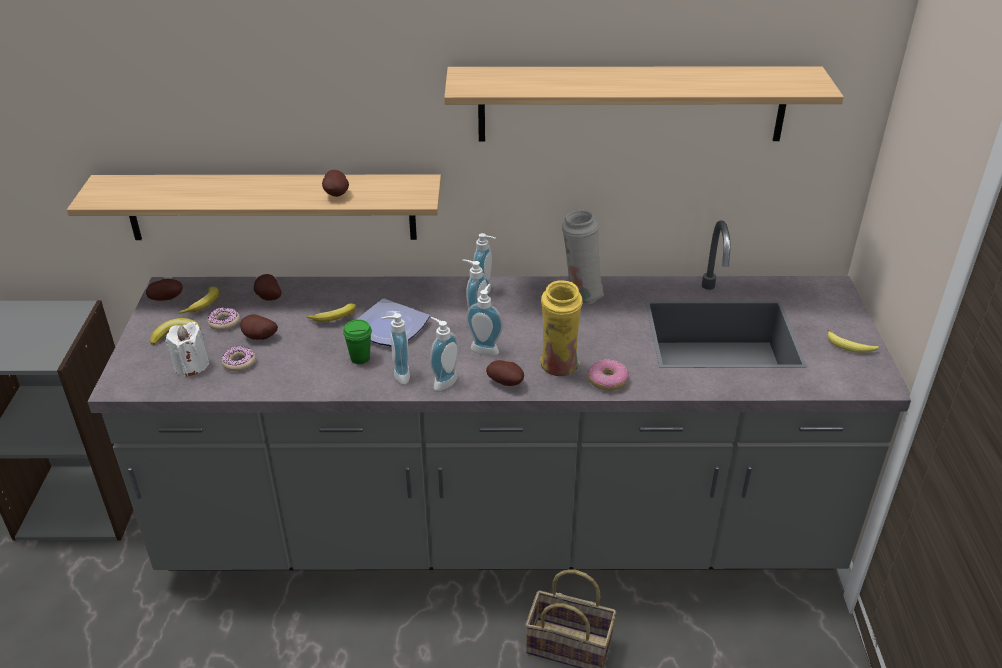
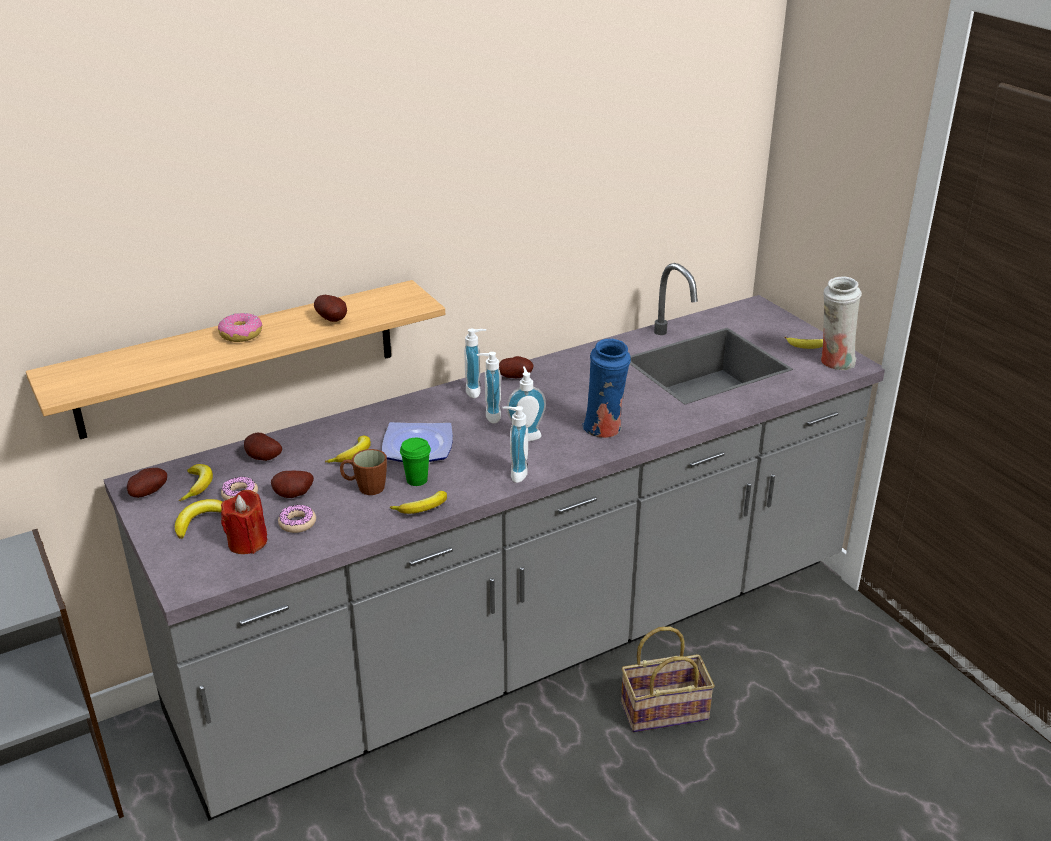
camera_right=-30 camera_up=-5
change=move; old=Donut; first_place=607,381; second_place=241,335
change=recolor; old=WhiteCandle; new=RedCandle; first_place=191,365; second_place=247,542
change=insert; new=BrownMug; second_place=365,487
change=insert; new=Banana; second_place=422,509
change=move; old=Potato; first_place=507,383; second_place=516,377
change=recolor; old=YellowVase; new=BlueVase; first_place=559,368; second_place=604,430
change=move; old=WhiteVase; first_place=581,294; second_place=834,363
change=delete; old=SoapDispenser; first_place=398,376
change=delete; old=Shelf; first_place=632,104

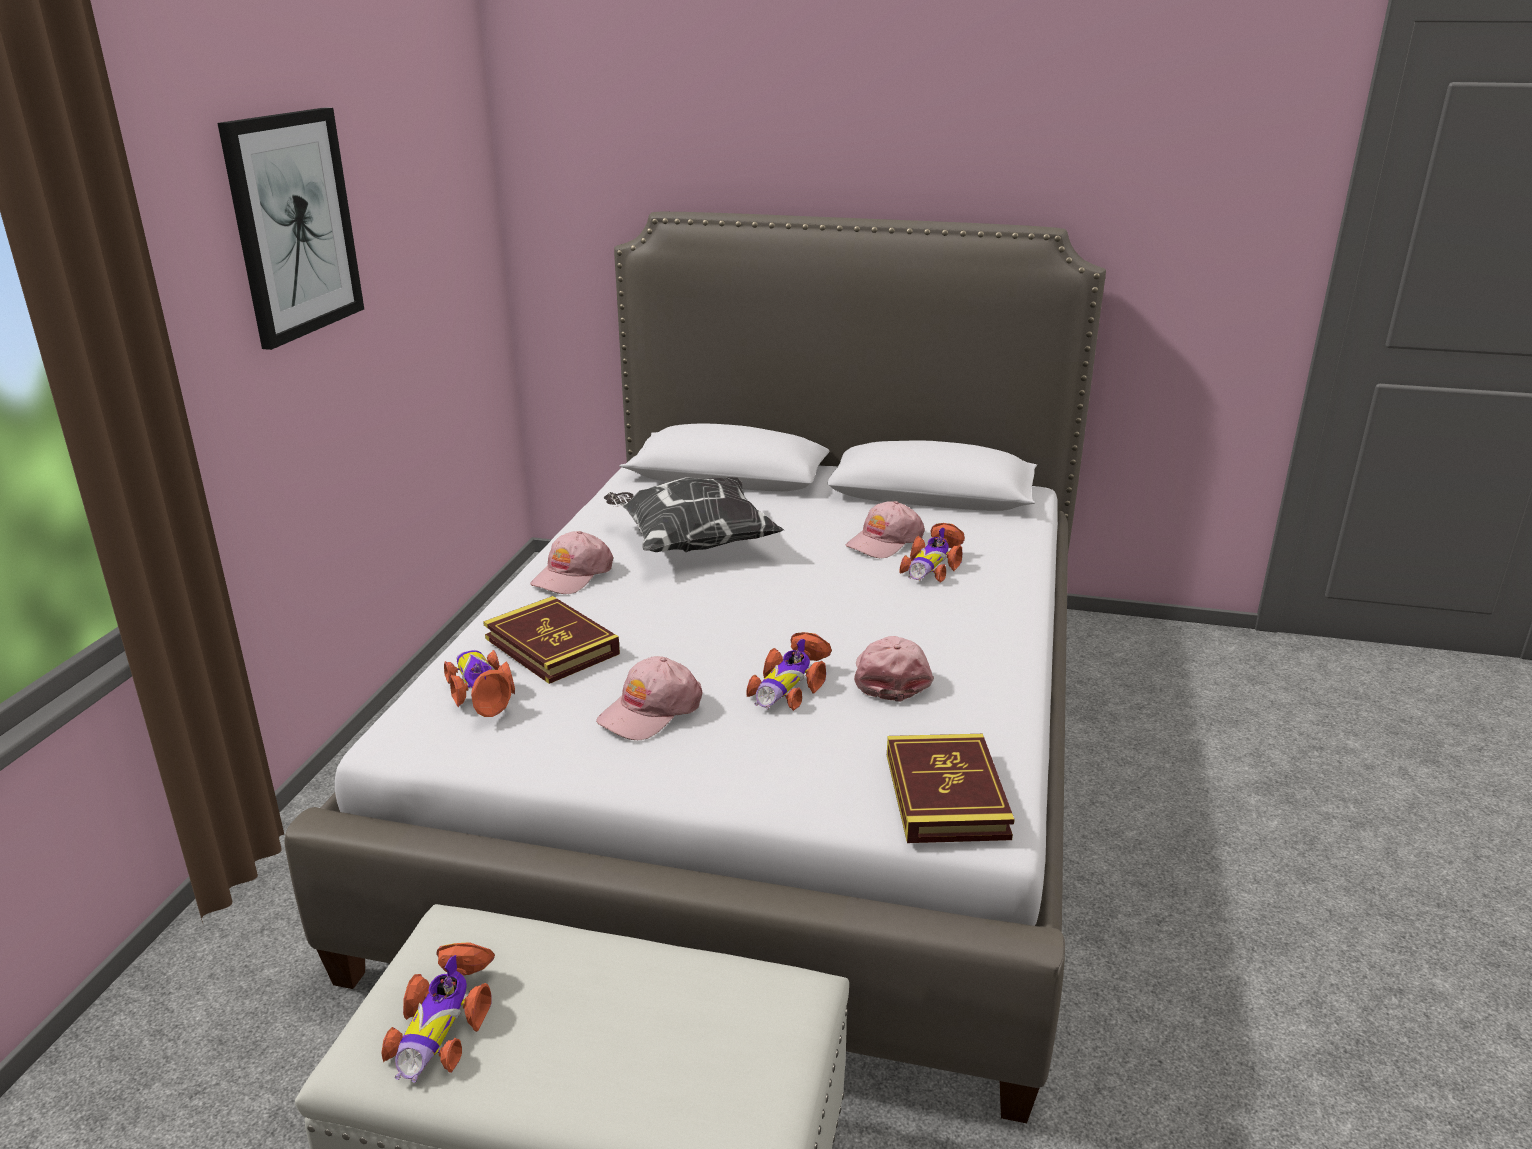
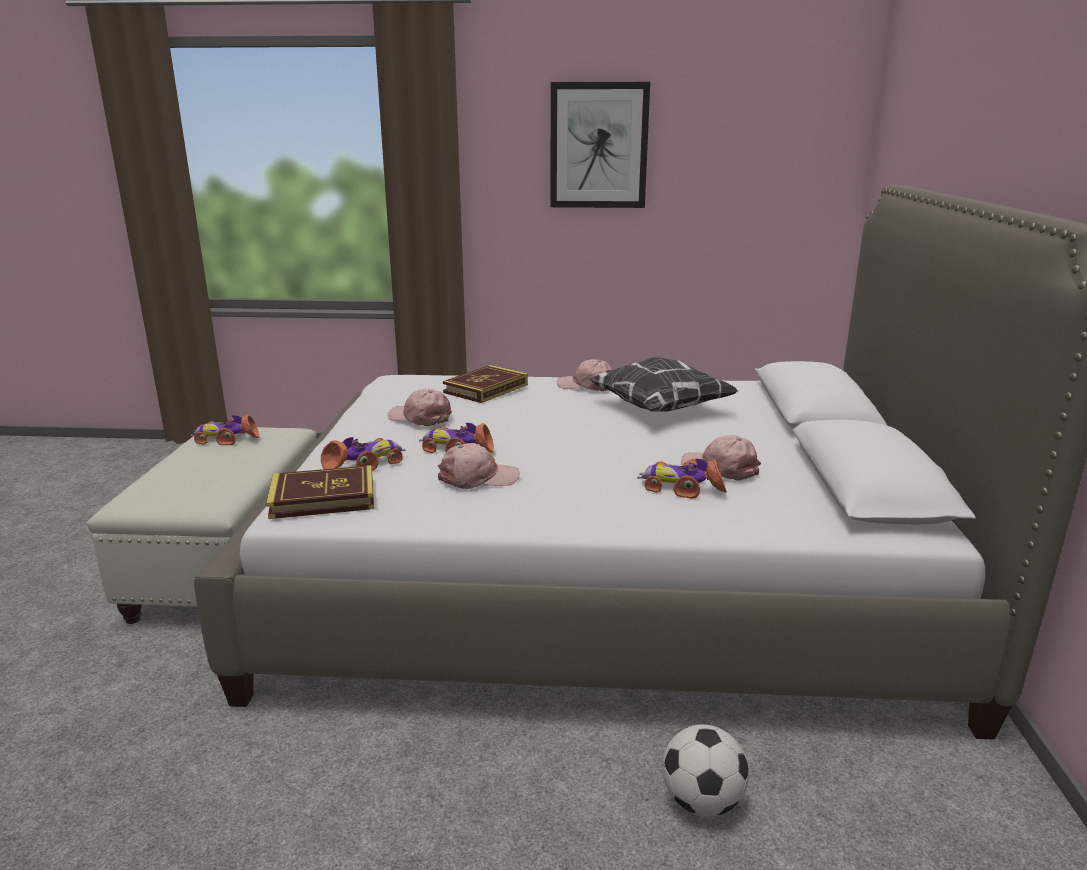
camera_right=80 camera_up=-5
change=move; old=ToyCar; first_place=481,691; second_place=365,463
change=insert; new=Football; second_place=701,801

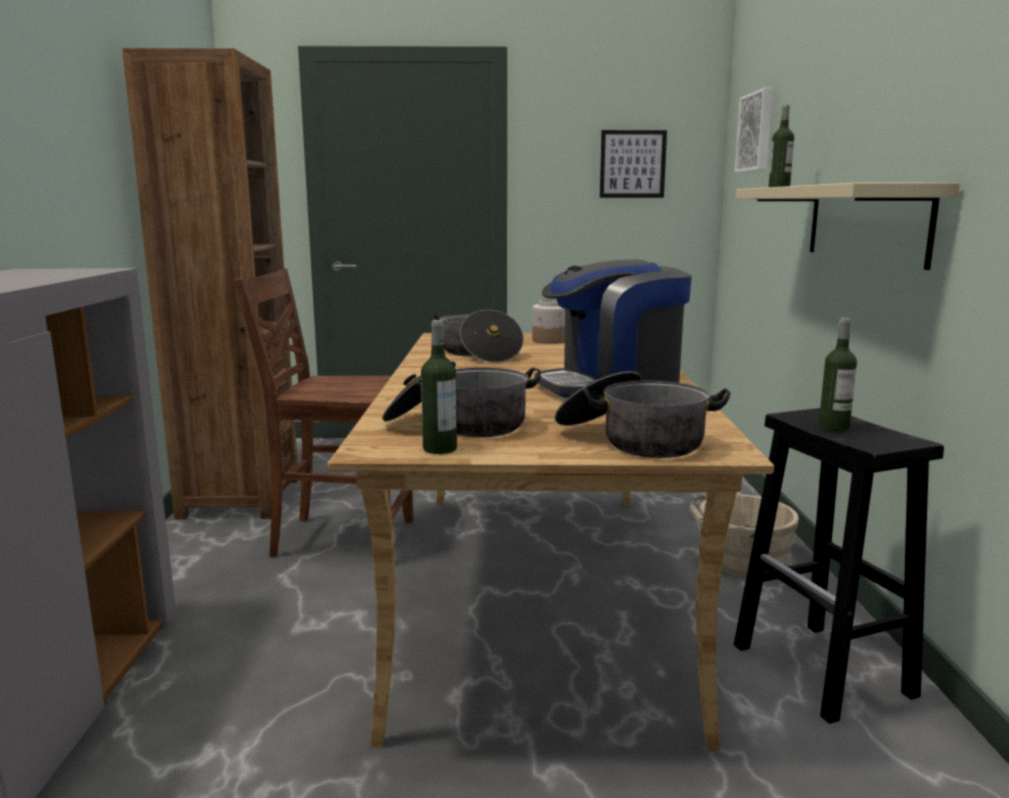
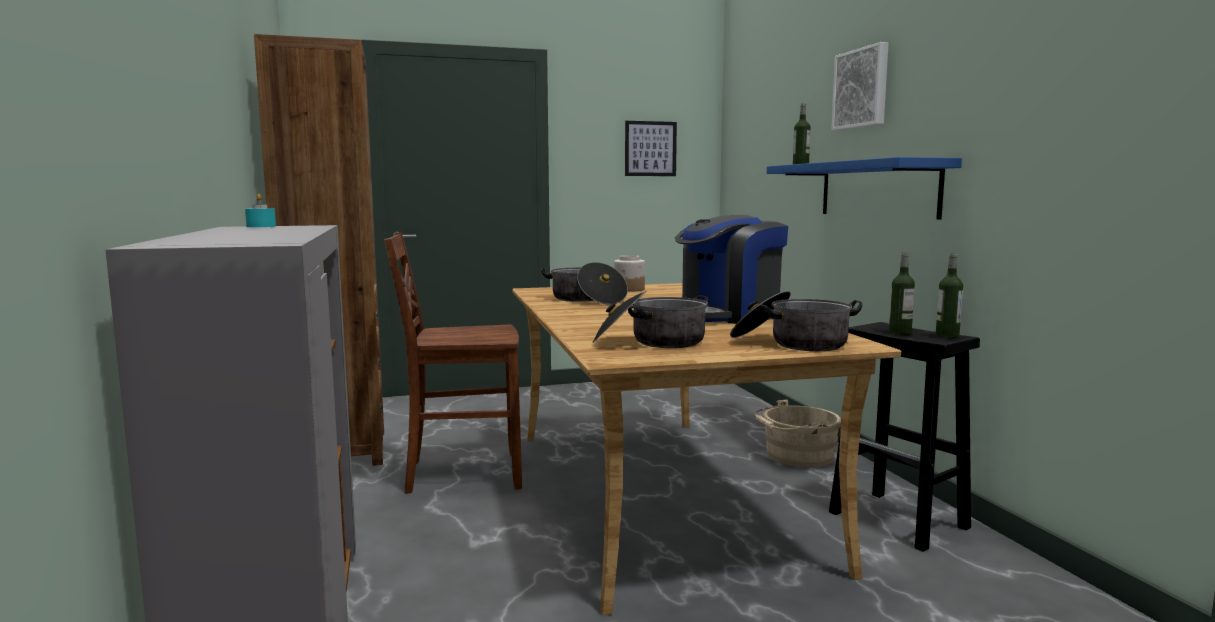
camera_right=-15 camera_up=-5
change=insert; new=TurquoiseCandle; second_place=261,226
change=recolor; old=BeigeShelf; new=BlueShelf; first_place=865,223; second_place=877,189
change=move; old=Picture; first_place=757,132; second_place=862,88
change=move; old=Bottle; first_place=440,449; second_place=947,336

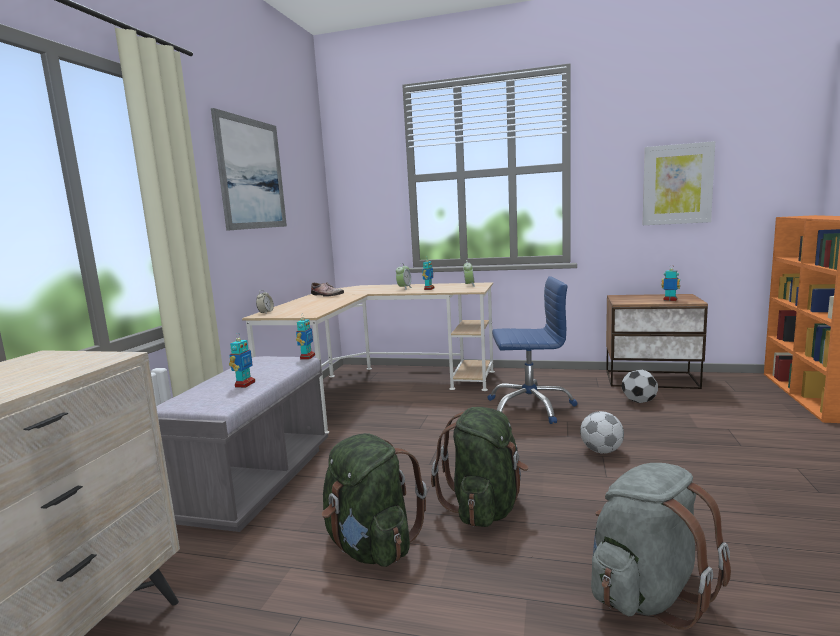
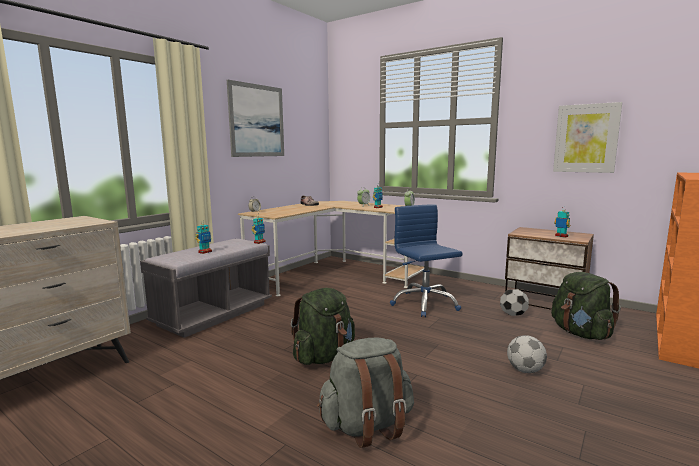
camera_right=20 camera_up=0
change=rotate; old=BlueOfficeChair; first_place=530,407; second_place=424,303; degrees=-135
change=move; old=Football; first_place=601,451; second_place=525,370
change=move; old=GreenBackpack; first_place=371,546; second_place=581,333

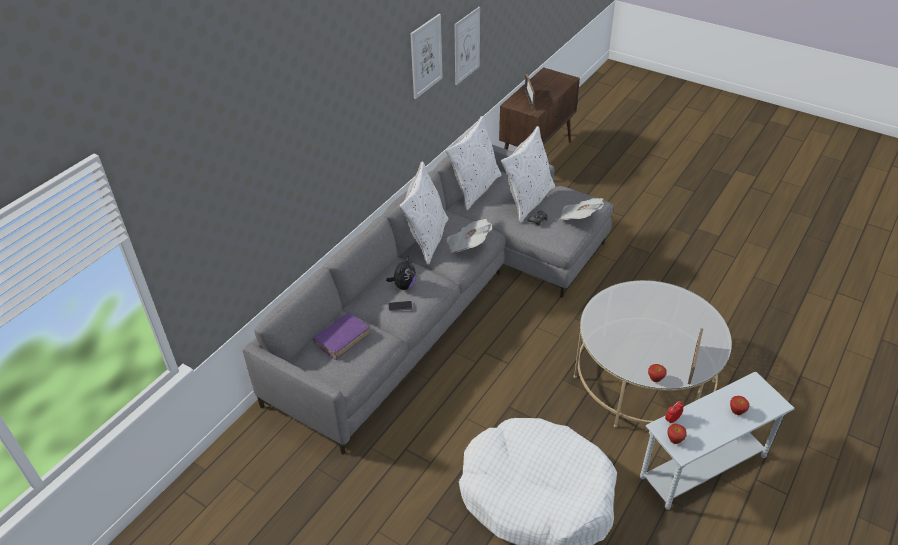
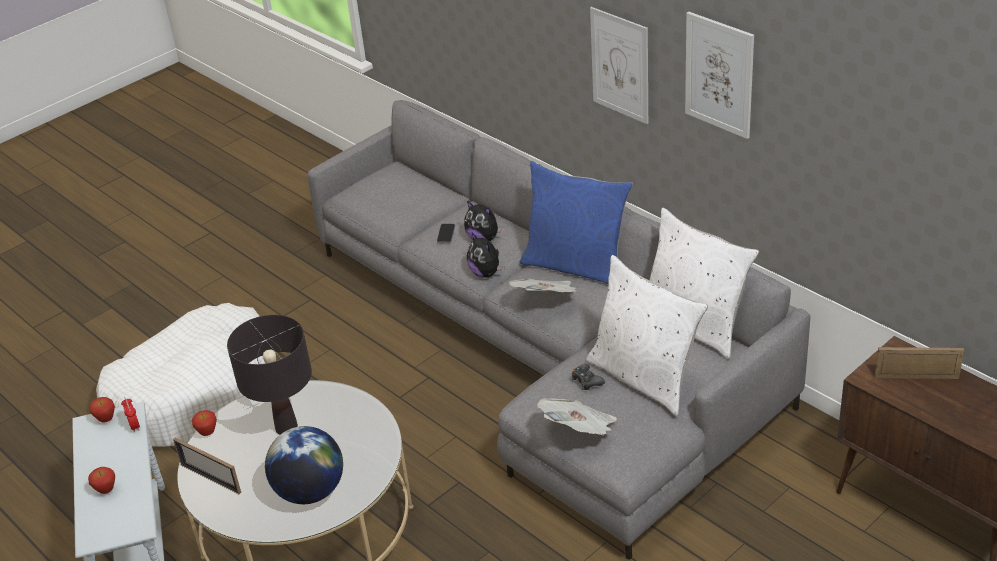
camera_right=105 camera_up=-5
change=insert; new=BlackTableLamp; second_place=286,428
change=insert; new=Globe; second_place=310,491
change=insert; new=PlushToy; second_place=486,273
change=recolor; old=WhitePillow; new=BluePillow; first_place=426,239; second_place=576,265
change=move; old=Picture; first_place=467,46; second_place=620,65
change=delete; old=PurpleBook; first_place=342,339

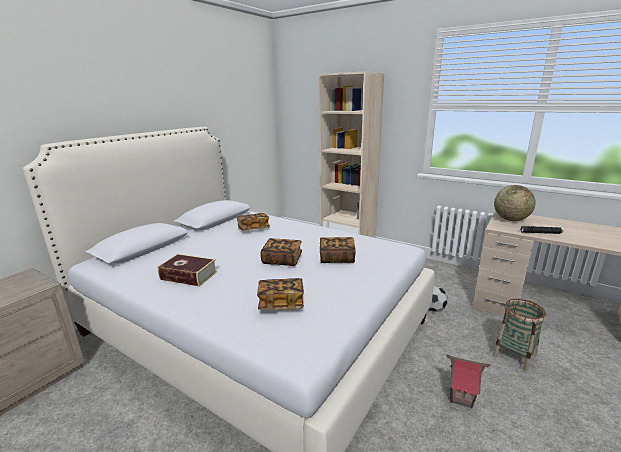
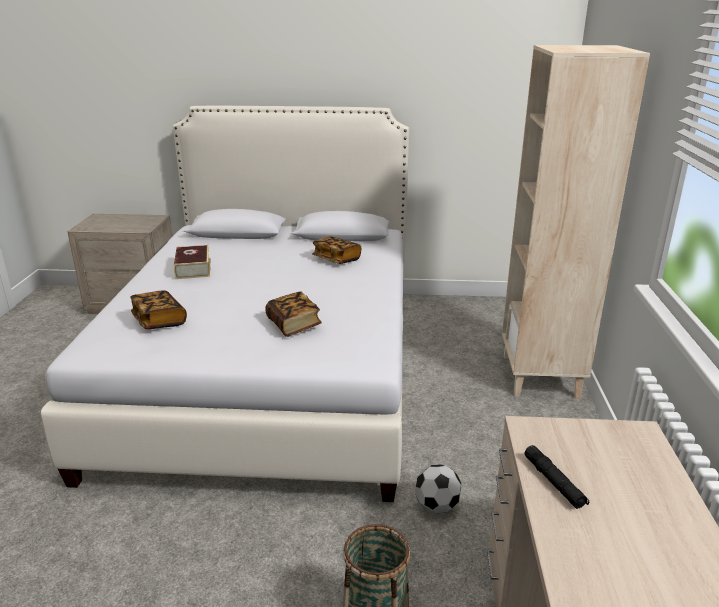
camera_right=60 camera_up=5
change=delete; old=Book; first_place=282,260
change=delete; old=ToyHouse; first_place=461,398
change=delete; old=Globe; first_place=510,219

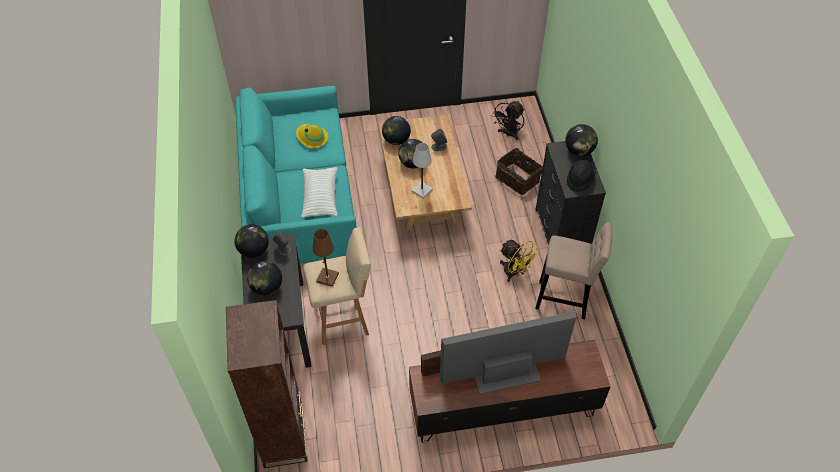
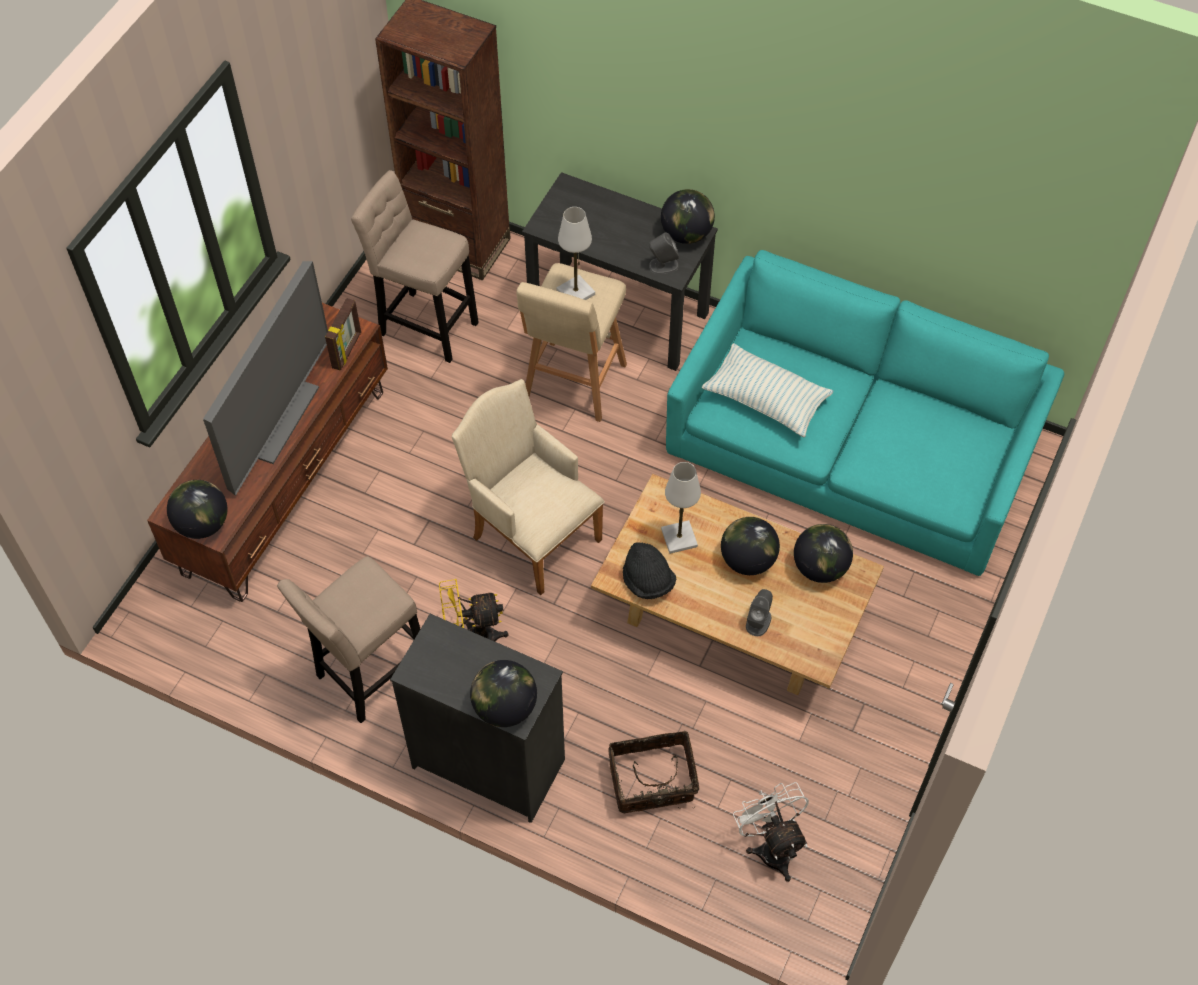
camera_right=125 camera_up=5
change=move; old=Globe; first_place=267,287; second_place=203,524
change=insert; new=BeigeStool; second_place=424,325
change=insert; new=BeigeArmchair; second_place=531,533
change=recolor; old=BrownTableLamp; new=WhiteTableLamp; first_place=327,278; second_place=575,292
change=move; old=BlackHat; first_place=579,180; second_place=648,581
change=recolor; old=BlackFan; new=WhiteFan; first_place=508,134; second_place=771,846
change=delete; old=YellowHat; first_place=312,138

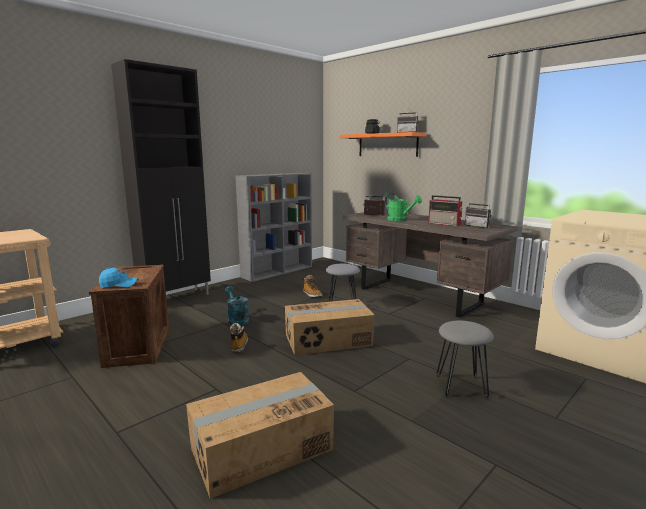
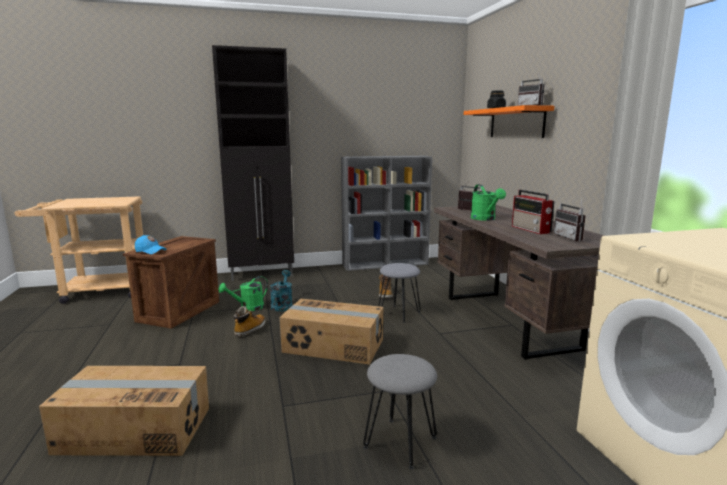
camera_right=30 camera_up=0
change=insert; new=GreenWateringCan; second_place=248,308

